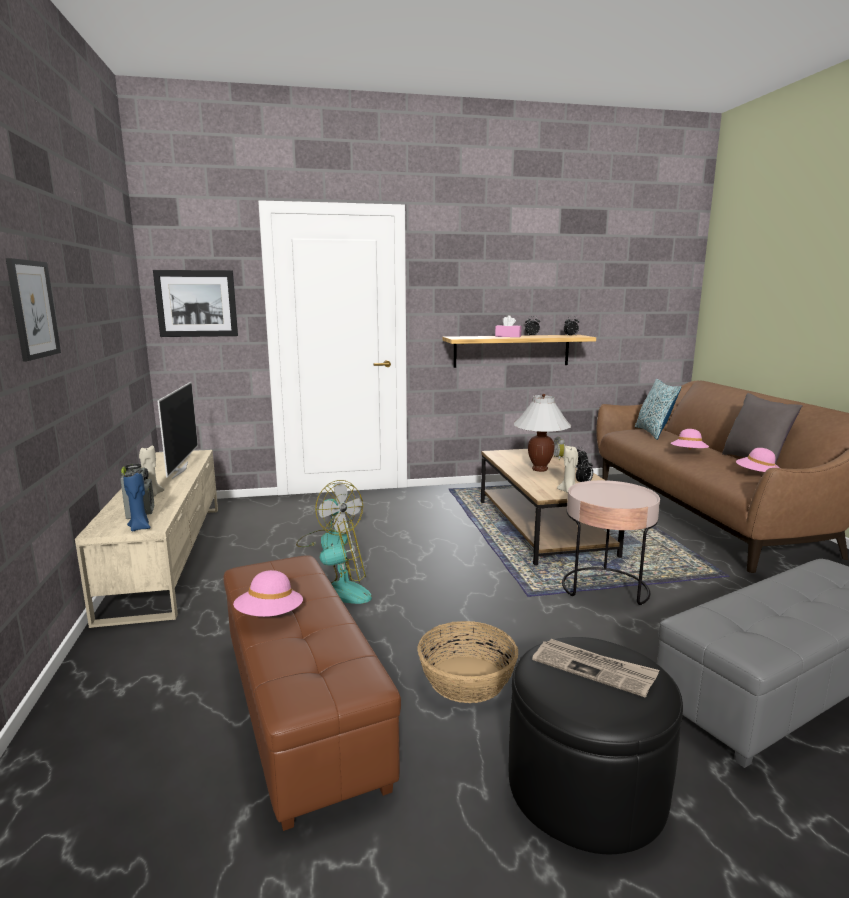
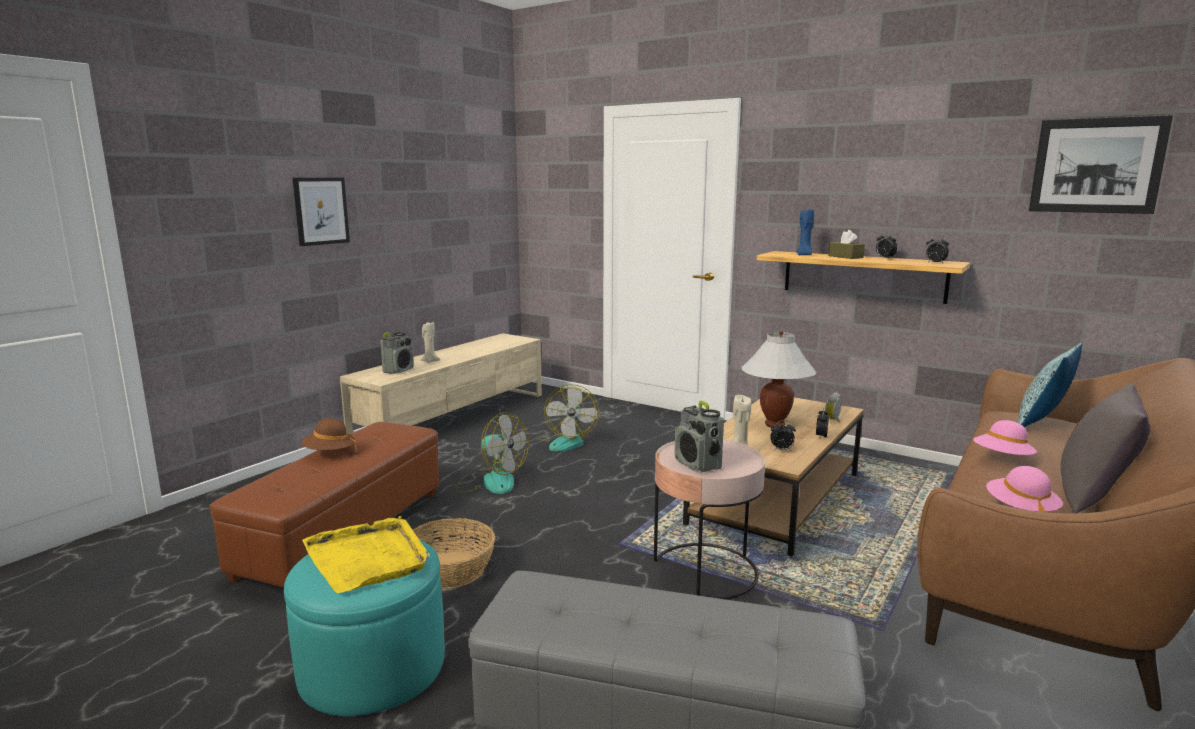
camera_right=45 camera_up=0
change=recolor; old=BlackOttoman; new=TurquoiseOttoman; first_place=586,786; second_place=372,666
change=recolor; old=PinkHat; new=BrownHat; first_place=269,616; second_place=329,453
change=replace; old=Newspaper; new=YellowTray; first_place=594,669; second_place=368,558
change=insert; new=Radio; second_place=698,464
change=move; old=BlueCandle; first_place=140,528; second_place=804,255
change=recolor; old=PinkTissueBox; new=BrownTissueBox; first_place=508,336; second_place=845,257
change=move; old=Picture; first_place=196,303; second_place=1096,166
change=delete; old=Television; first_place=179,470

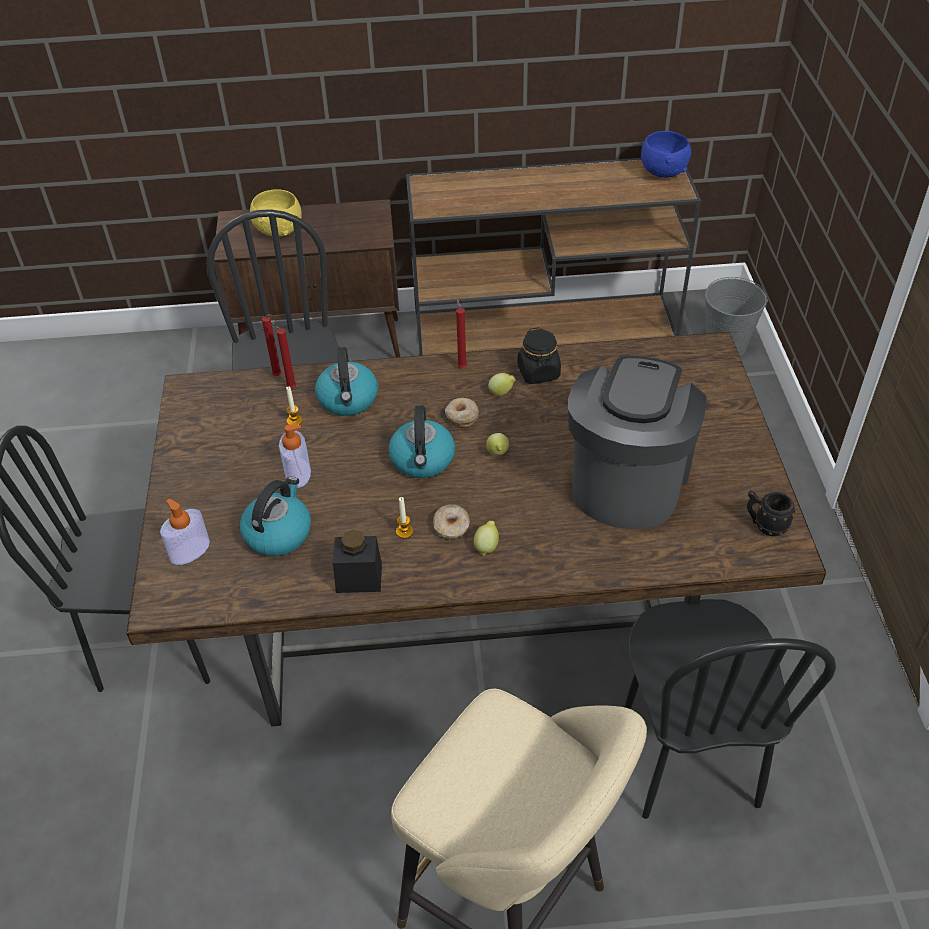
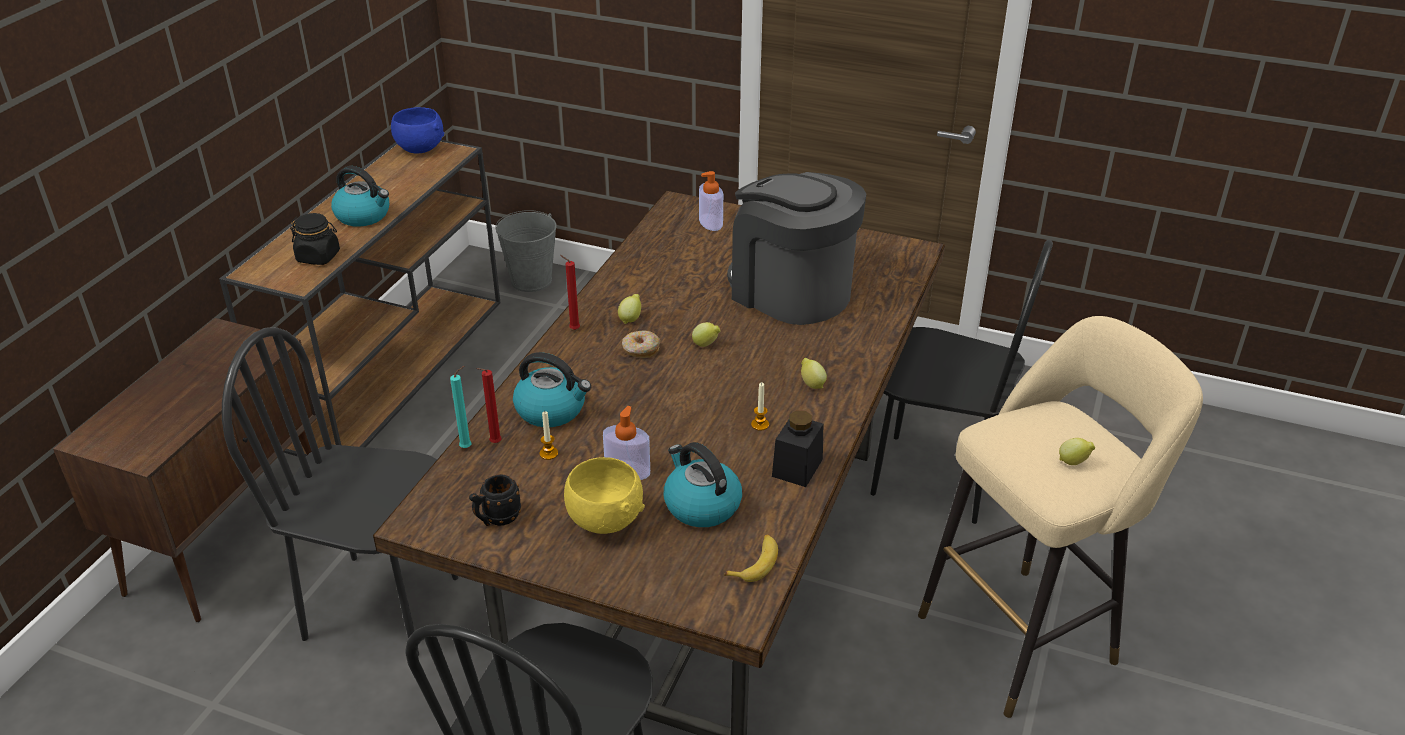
camera_right=-65 camera_up=-10
change=move; old=BlackJar; first_place=538,372; second_place=318,256
change=move; old=Kettle; first_place=423,460; second_place=364,215
change=recolor; old=RedCandle; new=TurquoiseCandle; first_place=278,376; second_place=468,447
change=move; old=BlackMug; first_place=765,525; second_place=496,519
change=move; old=YellowBowl; first_place=279,230; second_place=604,519
change=move; old=SoapDispenser; first_place=190,551; second_place=711,222
change=insert; new=Banana; second_place=755,563
change=insert; new=Lemon; second_place=1073,462
change=delete; old=Donut; first_place=451,527

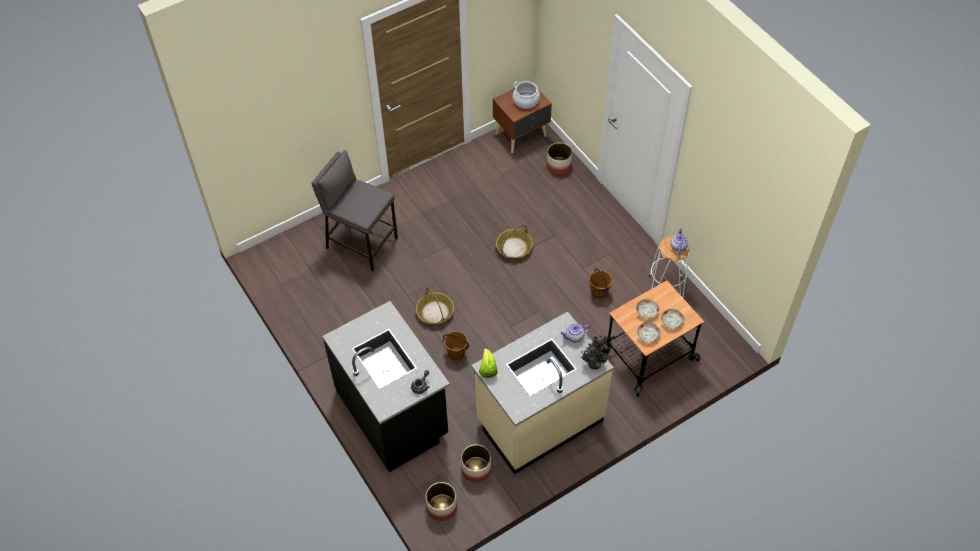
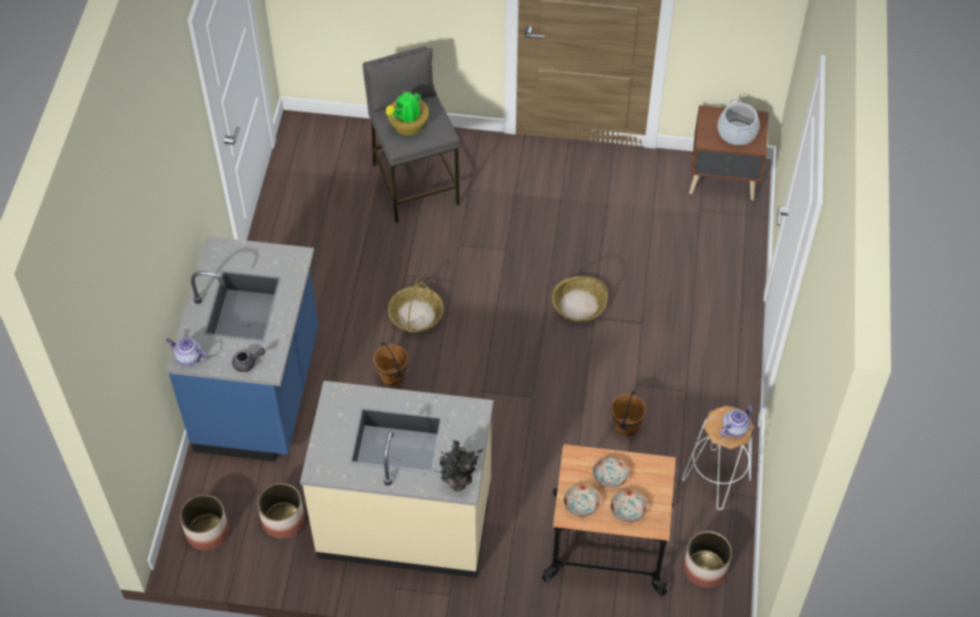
camera_right=40 camera_up=0
change=move; old=Teapot; first_place=574,337; second_place=188,357
change=recolor; old=BlackCounter; new=BlueCounter; first_place=393,413; second_place=261,393
change=insert; new=PottedPlant; second_place=407,127
change=move; old=Planter; first_place=558,166; second_place=704,568
change=delete; old=Lettuce; first_place=487,369

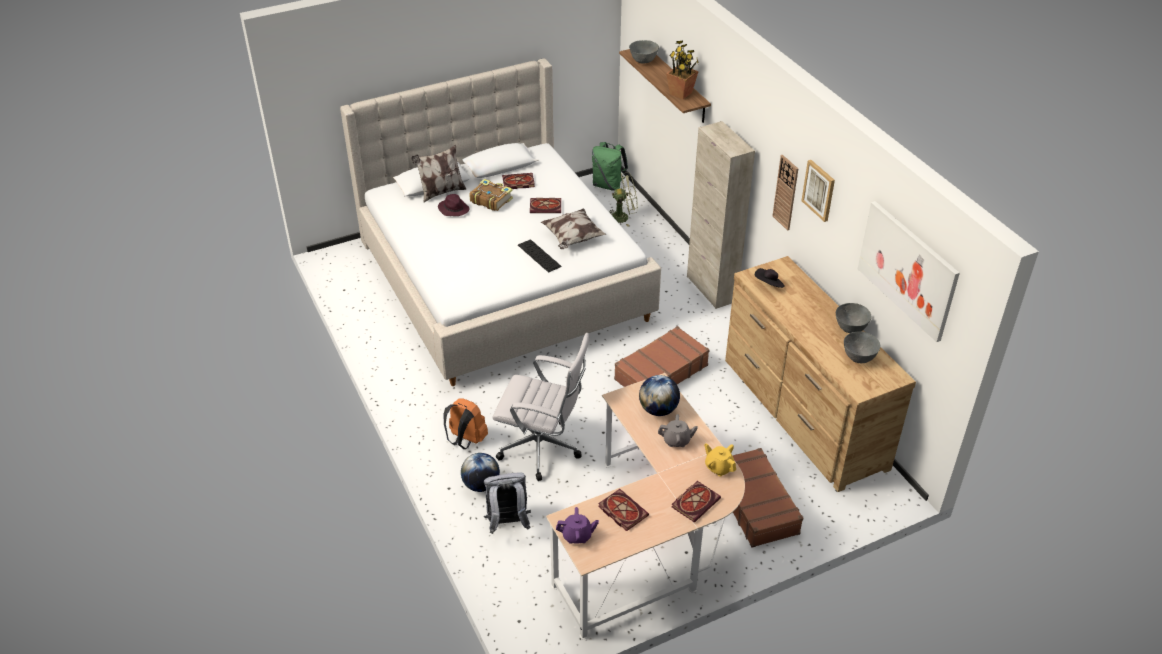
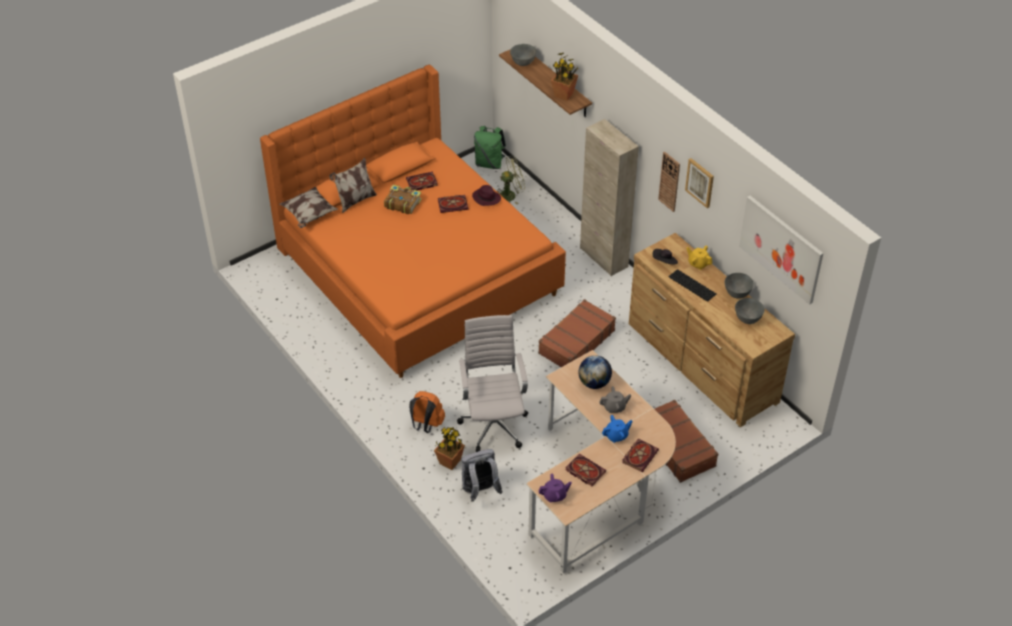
camera_right=-10 camera_up=5
change=recolor; old=BeigeBed; new=OrangeBed; first_place=503,279; second_place=417,270
change=move; old=Pillow; first_place=572,238; second_place=309,215
change=replace; old=Globe; new=PottedPlant; first_place=481,485; second_place=449,461
change=rotate; old=WhiteOfficeChair; first_place=543,449; second_place=493,424; degrees=-105
change=move; old=PurpleHat; first_place=453,209; second_place=486,198
change=insert; new=BlueTeapot; second_place=616,436
change=move; old=Keyboard; first_place=539,256; second_place=692,285
change=move; old=YellowTeapot; first_place=719,467; second_place=698,263

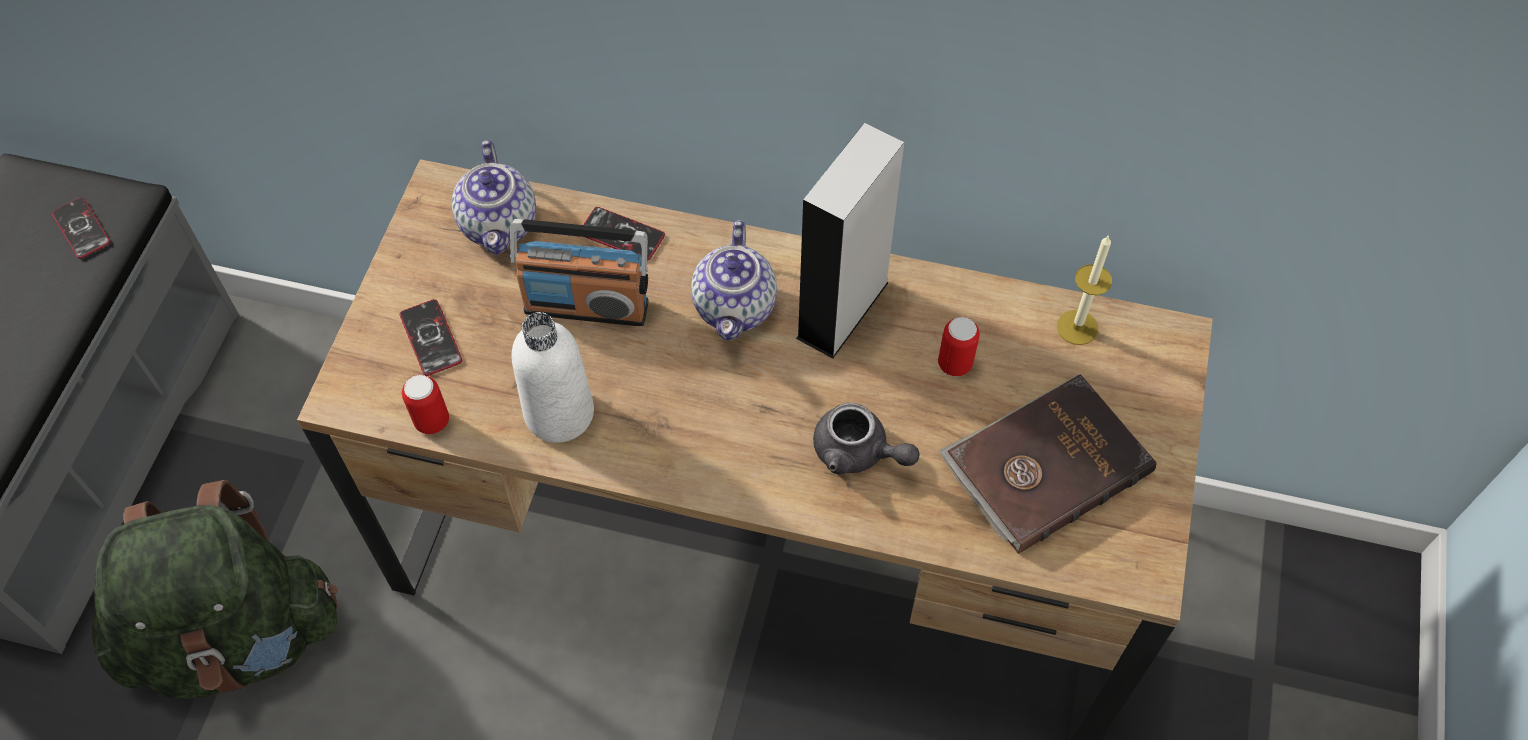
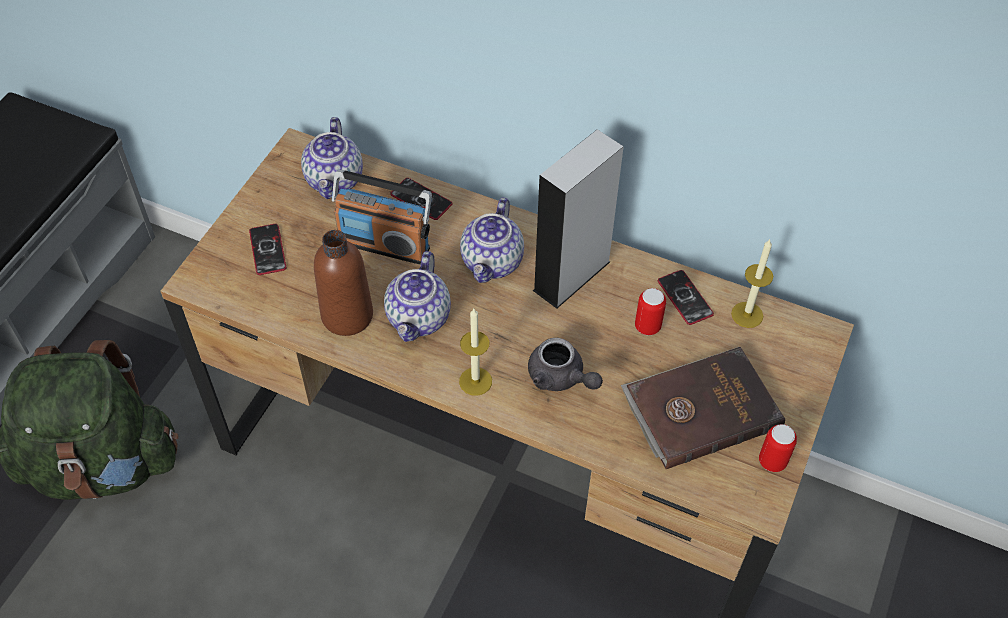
camera_right=10 camera_up=-5
change=recolor; old=WhiteBottle; new=BrownBottle; first_place=559,413; second_place=347,315
change=insert; new=Teapot; second_place=419,318
change=insert; new=Candle; second_place=475,381
change=move; old=Phone; first_place=81,228; second_place=685,298
change=move; old=Can; first_place=432,421; second_place=772,461

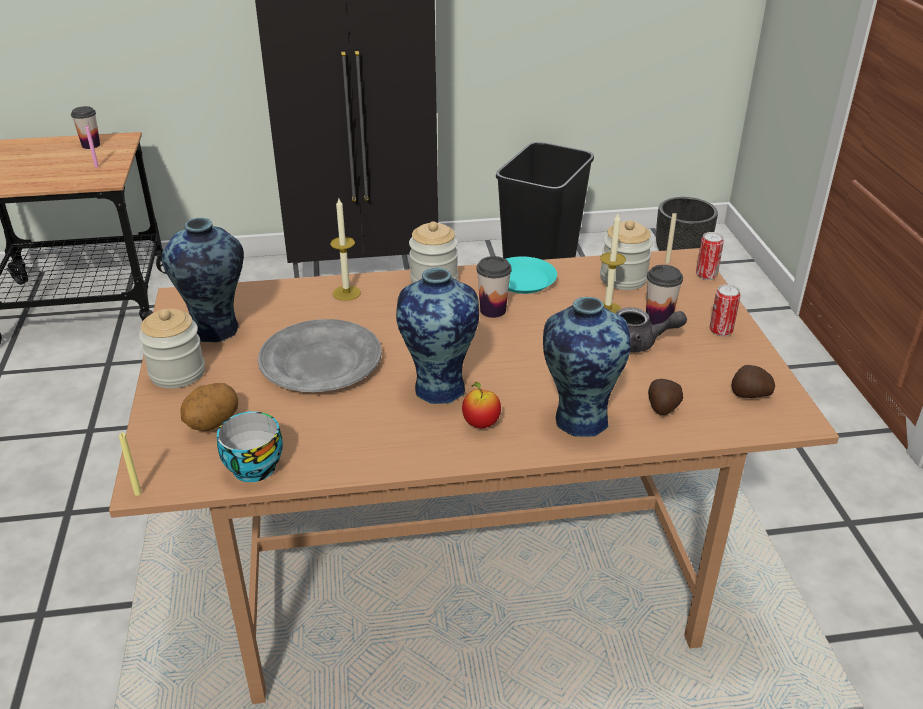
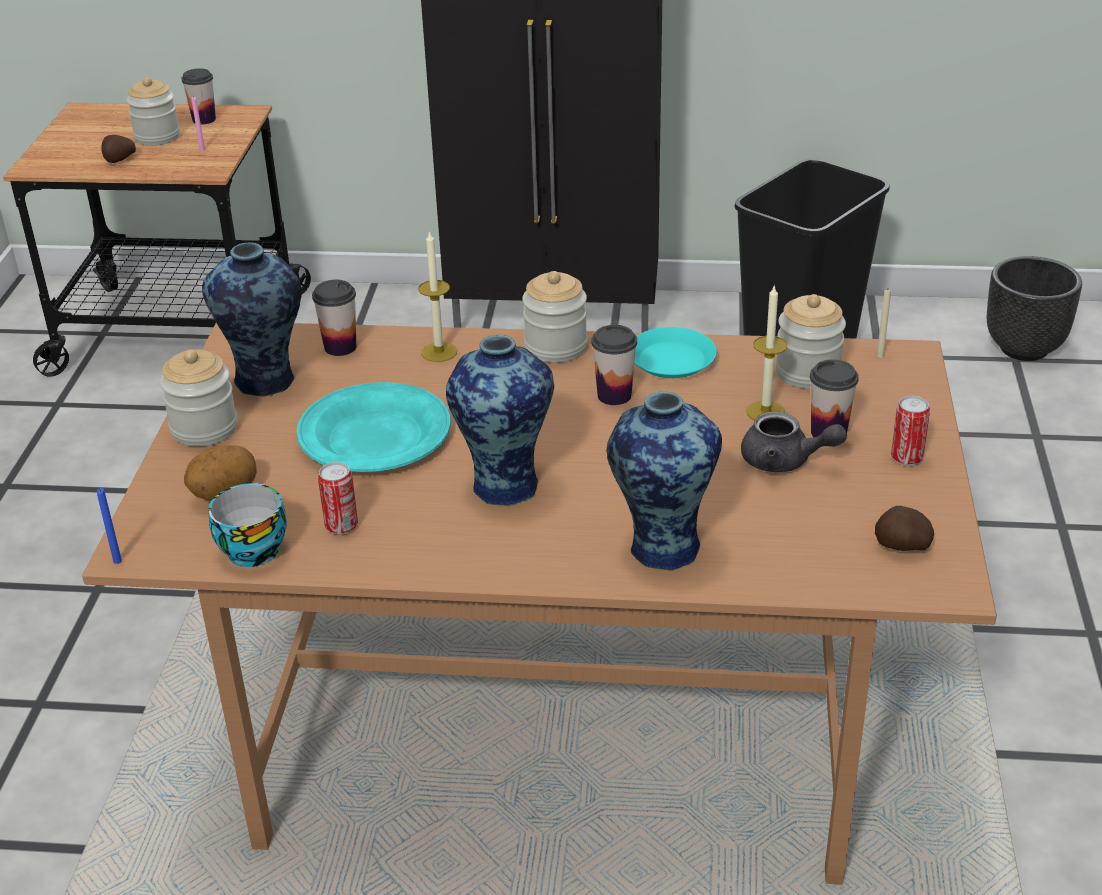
camera_right=15 camera_up=0
change=recolor; old=YellowCandle; new=BlueCandle; first_place=138,493; second_place=117,561
change=move; old=Potato; first_place=662,408; second_place=119,160
change=insert; new=Jar; second_place=157,137
change=recolor; old=GreyPlate; new=TurquoisePlate; first_place=320,361; second_place=374,435
change=insert; new=Cup; second_place=340,347
change=move; old=Can; first_place=706,275; second_place=341,526
change=delete; old=Apple; first_place=481,424

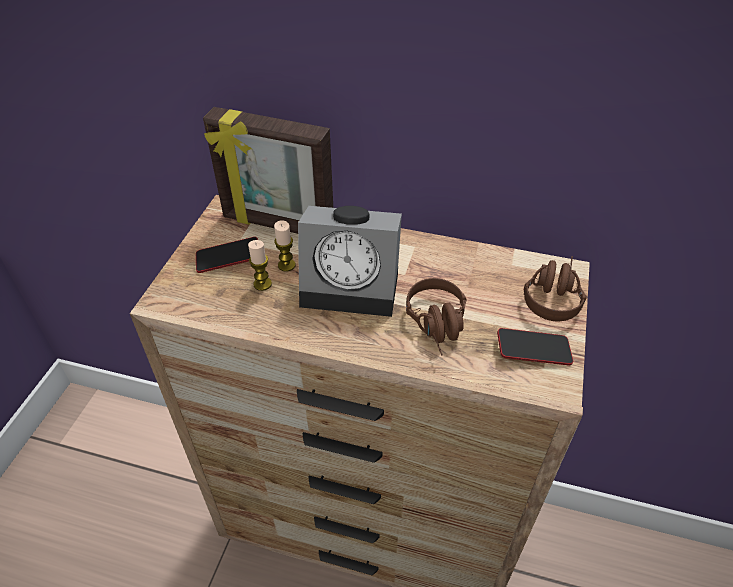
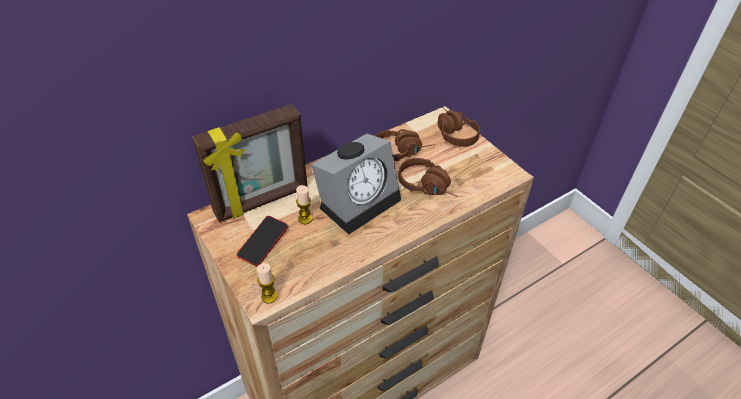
camera_right=-50 camera_up=0
change=move; old=Candle; first_place=262,284; second_place=269,296
change=insert; new=BrownHeadphones; second_place=402,151
change=delete; old=Phone; first_place=533,350

